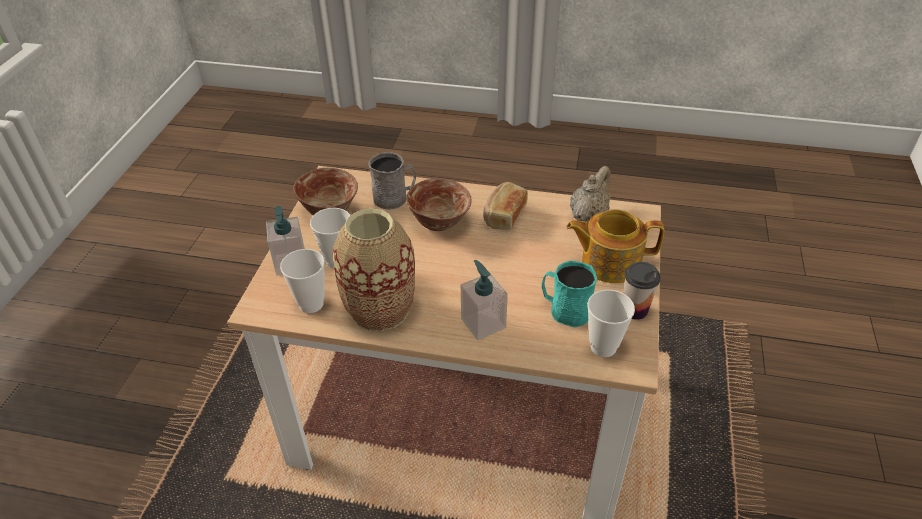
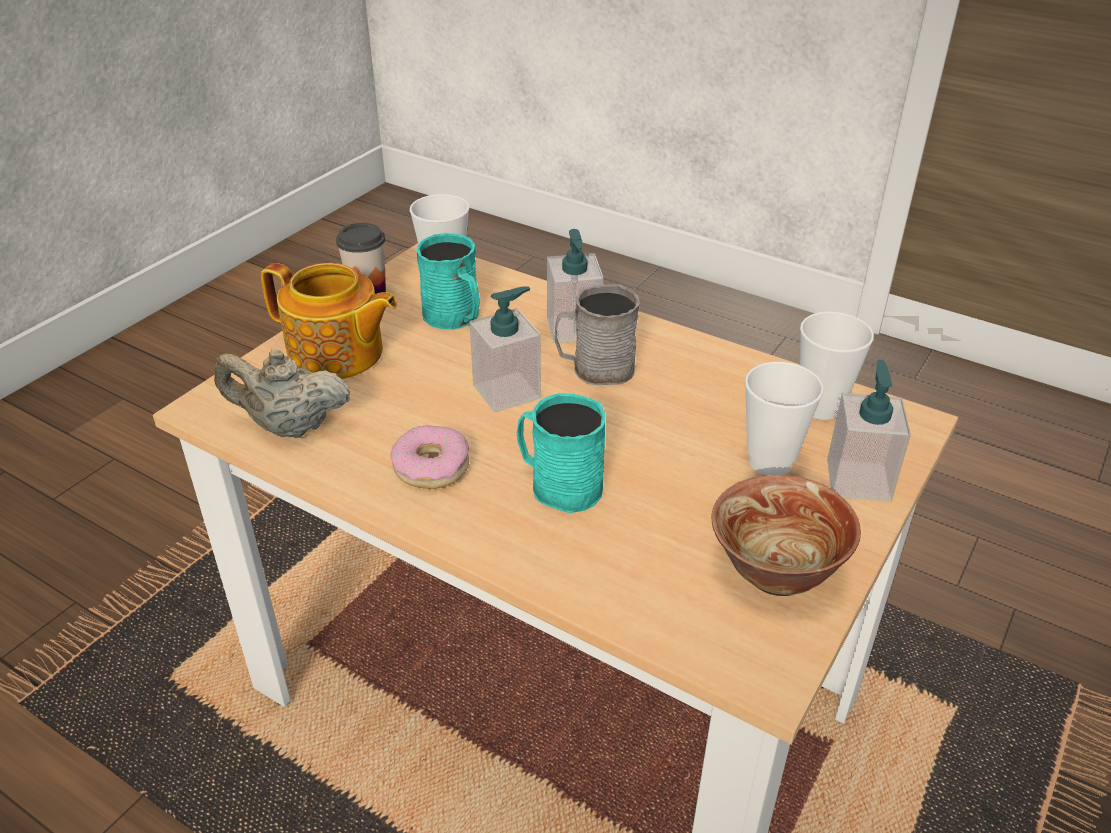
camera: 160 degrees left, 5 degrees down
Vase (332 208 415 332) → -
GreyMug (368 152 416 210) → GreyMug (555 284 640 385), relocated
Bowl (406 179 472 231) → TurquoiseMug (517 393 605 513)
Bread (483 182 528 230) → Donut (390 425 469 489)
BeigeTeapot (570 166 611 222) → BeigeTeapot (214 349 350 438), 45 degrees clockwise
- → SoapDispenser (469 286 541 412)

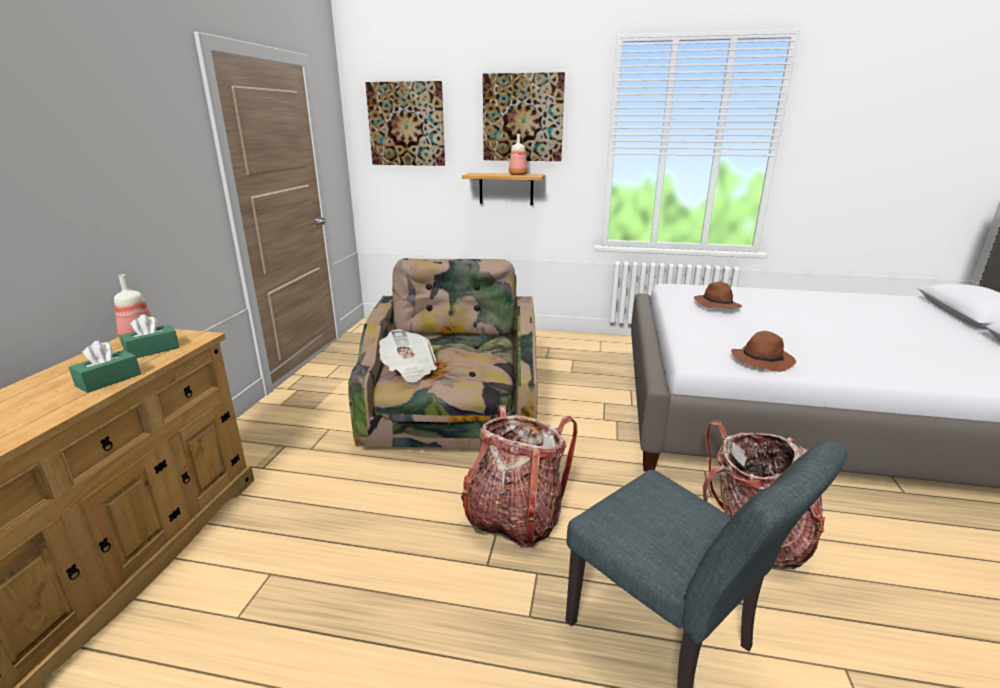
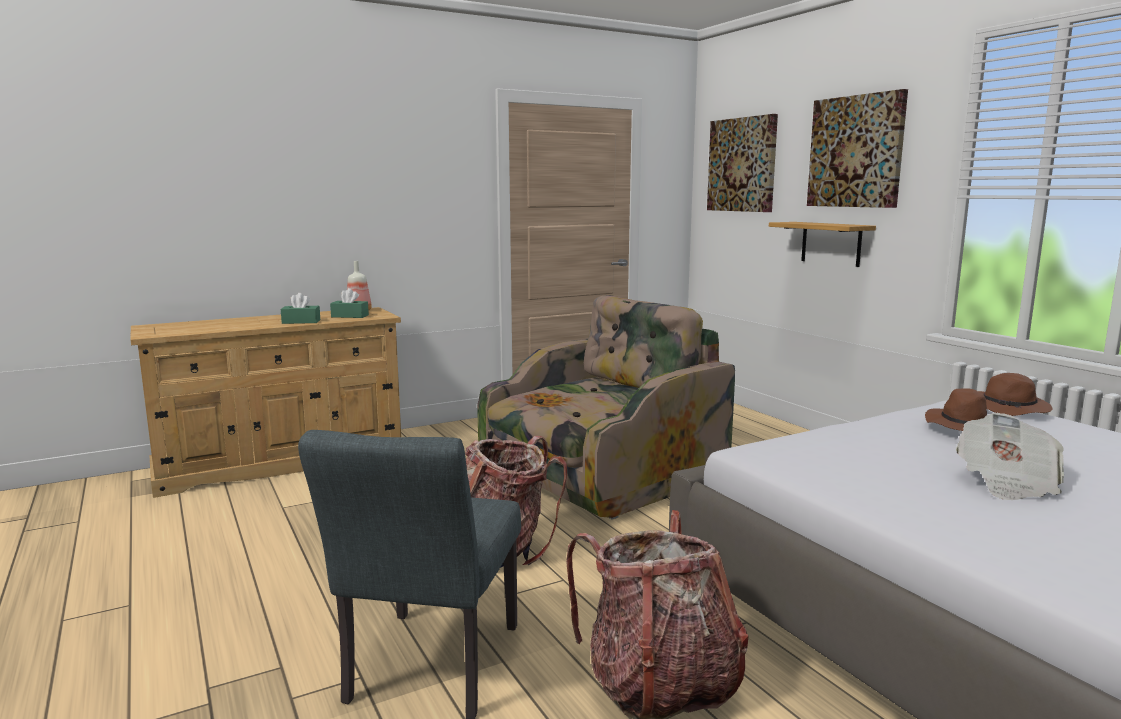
camera: 50 degrees right, 10 degrees down
Newspaper (379 329 437 383) → Newspaper (956 413 1064 500), relocated
Bottle (509 134 528 175) → -
BrownHat (731 331 796 372) → BrownHat (978 373 1053 416), relocated

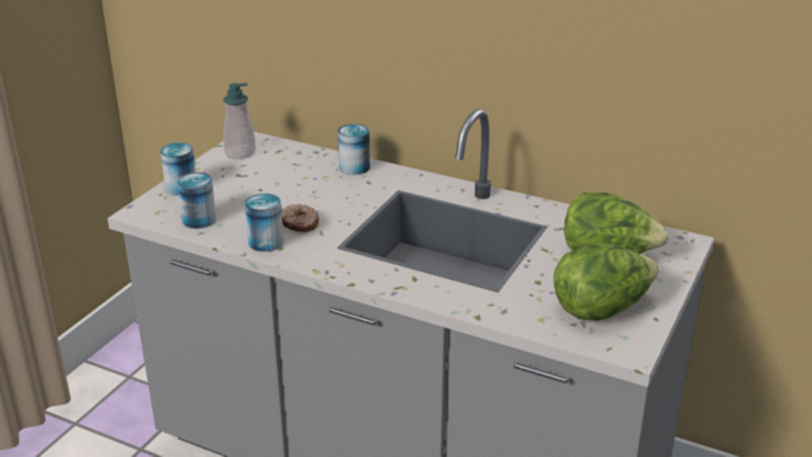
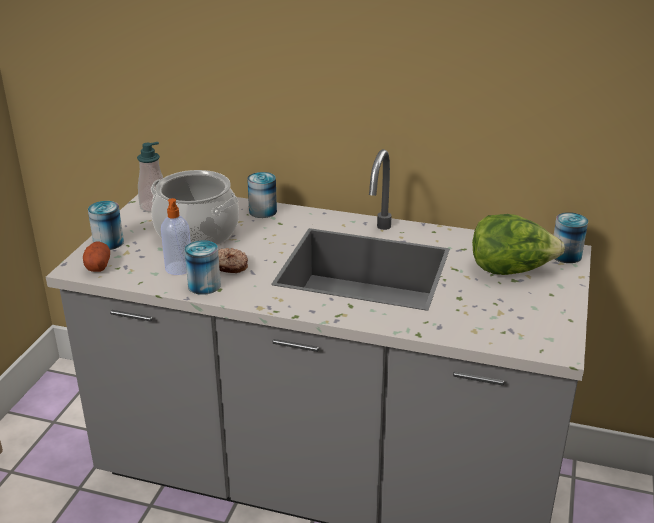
camera: 10 degrees left, 0 degrees up
Can (177 172 216 229) → Can (554 212 588 263), relocated
Lettuce (554 243 659 321) → -
- → Potato (83 242 110 272)
- → CookingPot (151 170 239 245)
- → SoapDispenser (161 198 191 275)

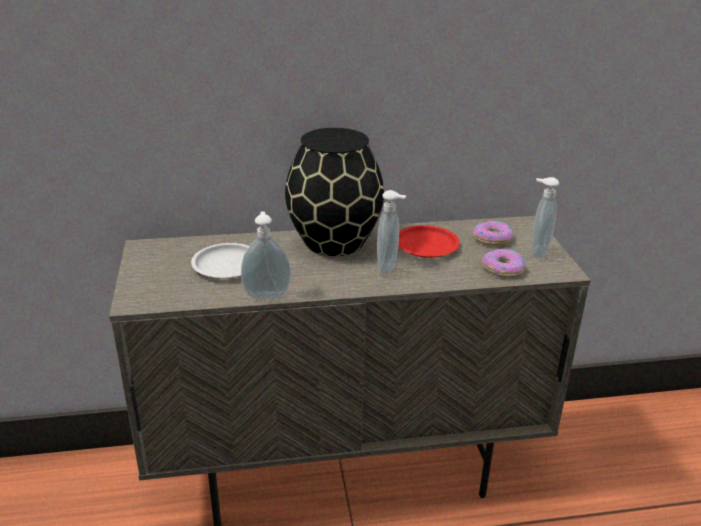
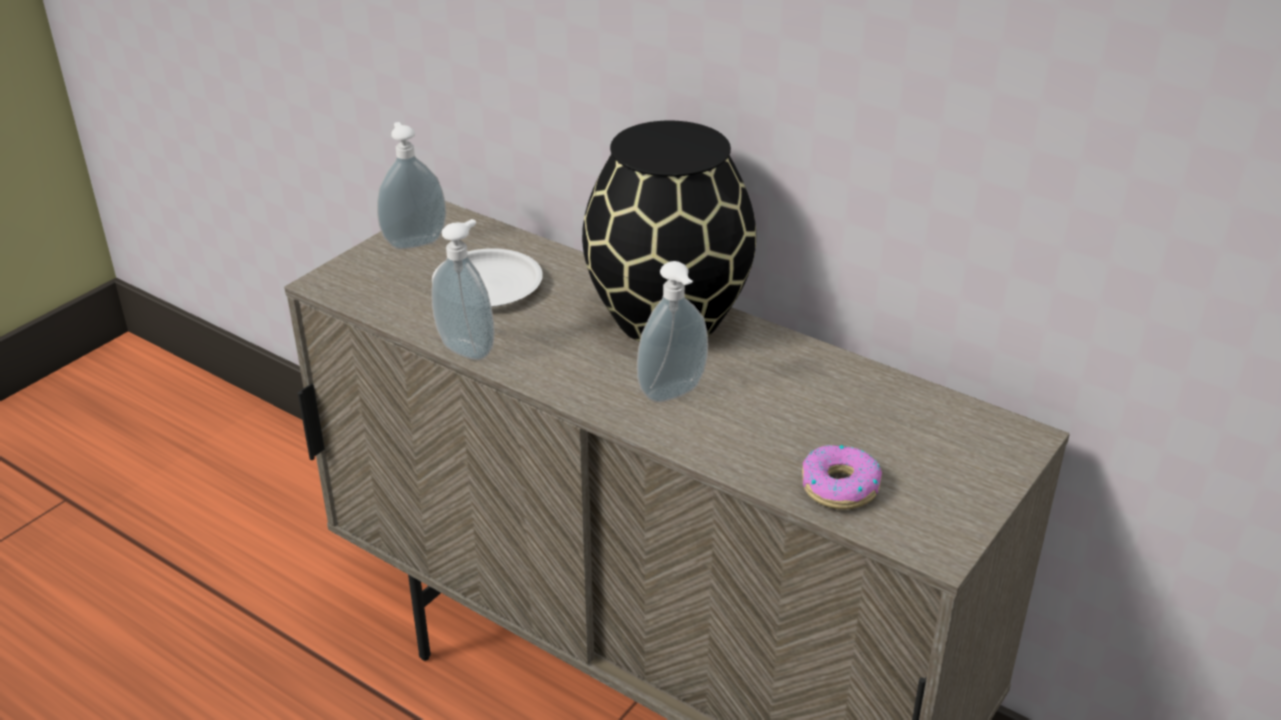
camera: 45 degrees right, 5 degrees up
RedPlate (398 225 460 258) → -
Donut (473 221 513 246) → -
SoapDispenser (532 177 559 258) → SoapDispenser (377 122 446 249), relocated

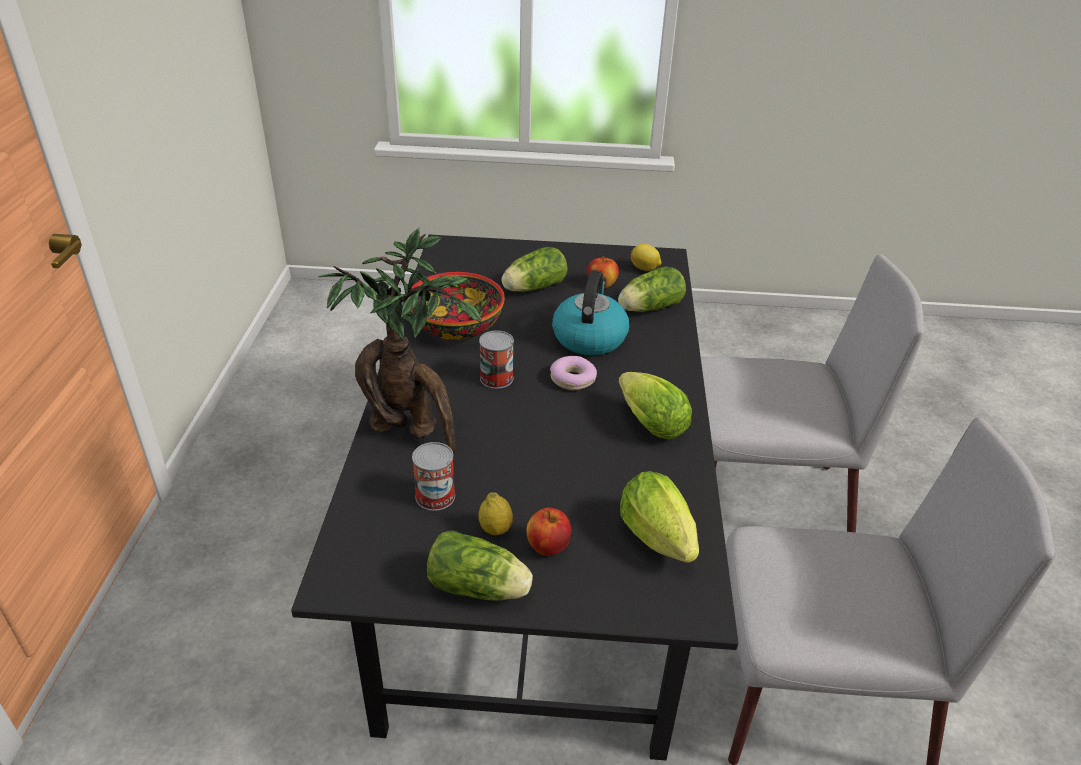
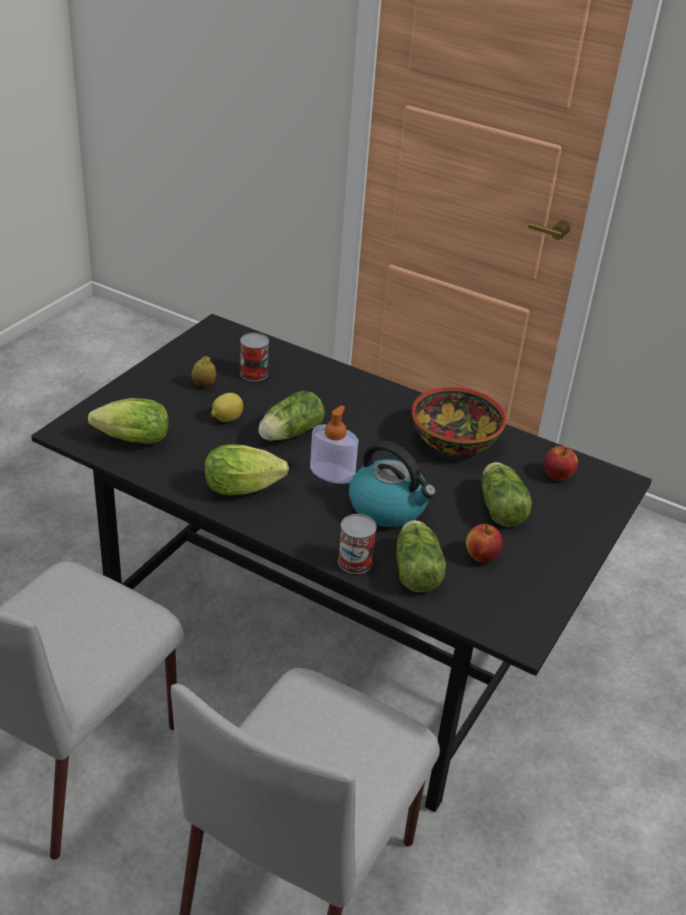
camera: 115 degrees right, 0 degrees up
PottedPlant (318 228 482 453) → -
Lettuce (427 531 533 600) → Lettuce (258 391 325 441), relocated
Can (479 331 514 389) → Can (338 514 377 574), relocated
Apple (527 508 571 556) → Apple (544 446 578 481), relocated
Donut (550 356 597 390) → SoapDispenser (310 405 358 484)
Lemon (631 244 662 271) → Lemon (211 393 243 422), relocated

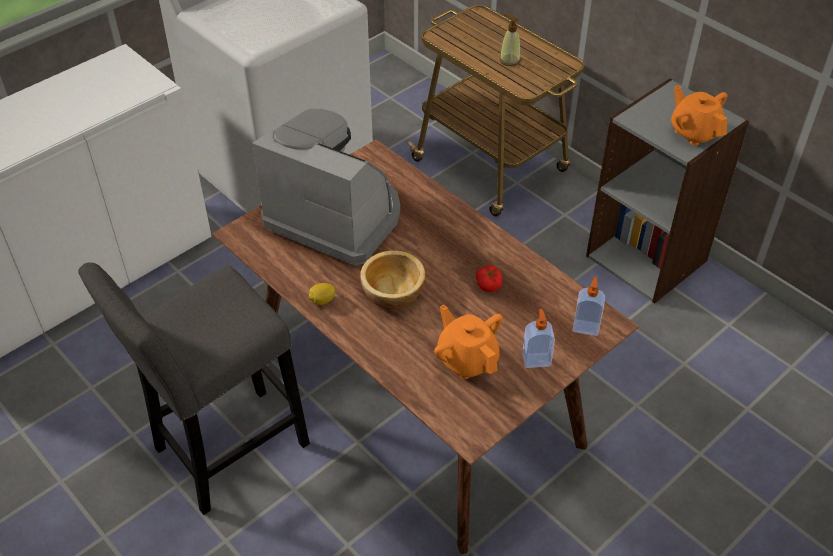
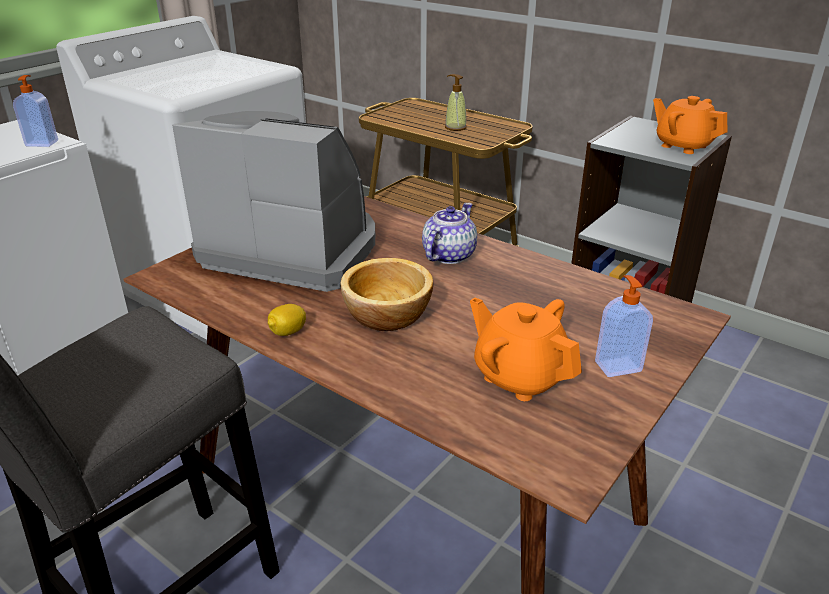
camera: 10 degrees left, 15 degrees down
Tomato (476 265 502 292) → -
SoapDispenser (572 276 605 336) → SoapDispenser (13 75 58 147), relocated
- → Teapot (422 203 477 264)

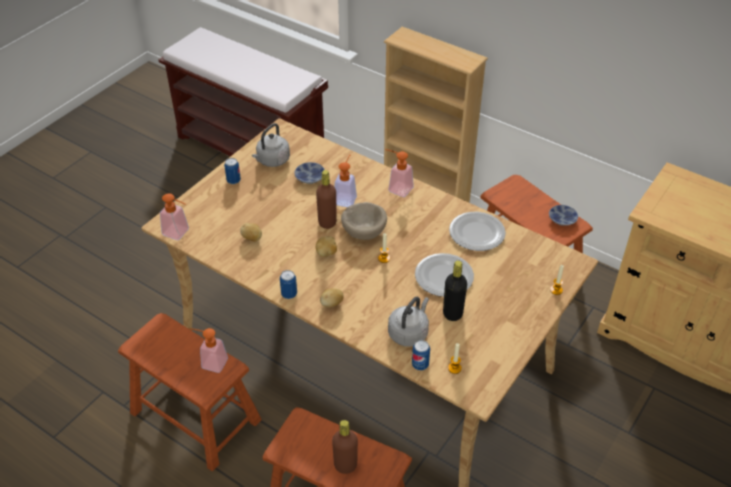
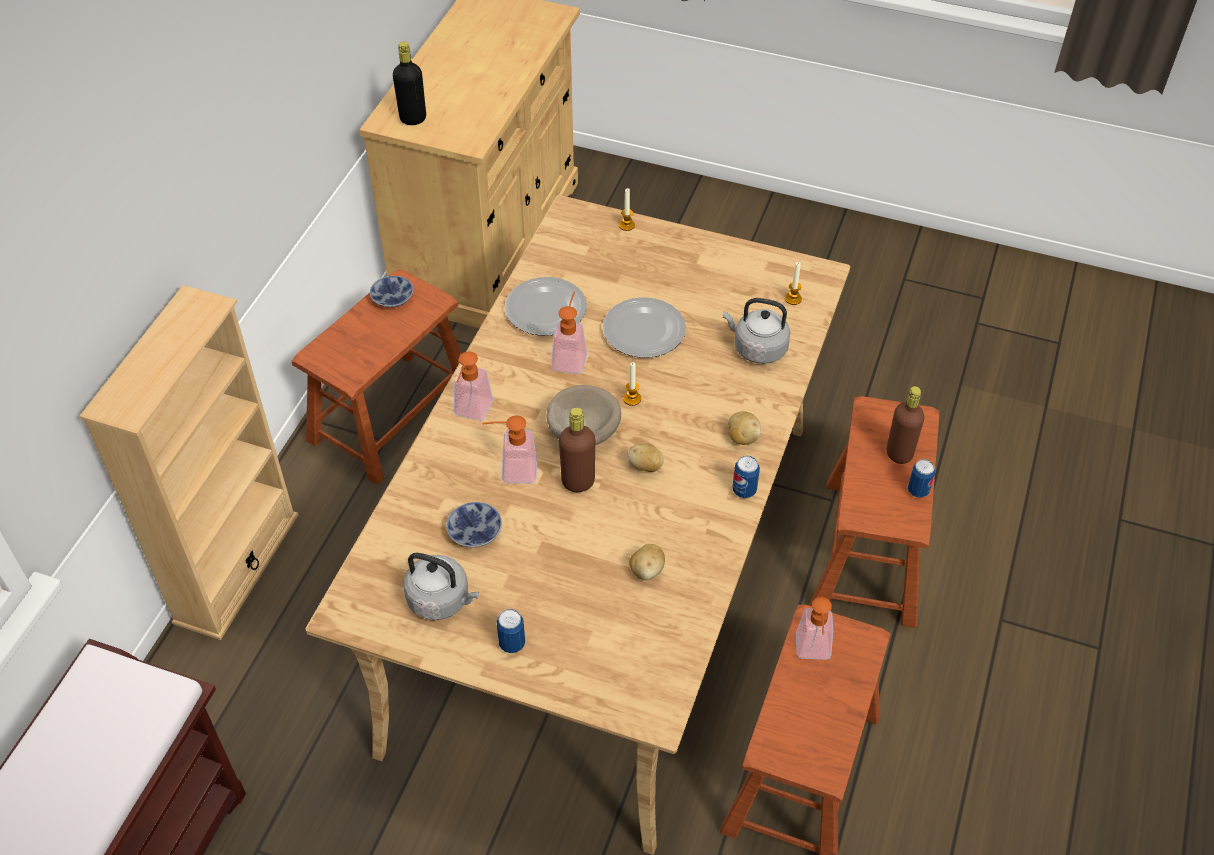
camera: 105 degrees left, 5 degrees up
SoapDispenser (160 193 189 240) → SoapDispenser (551 292 587 374), relocated
Can (412 340 430 370) → Can (908 459 935 498), relocated
BlackBottle (443 260 467 321) → BlackBottle (393 42 426 125), relocated

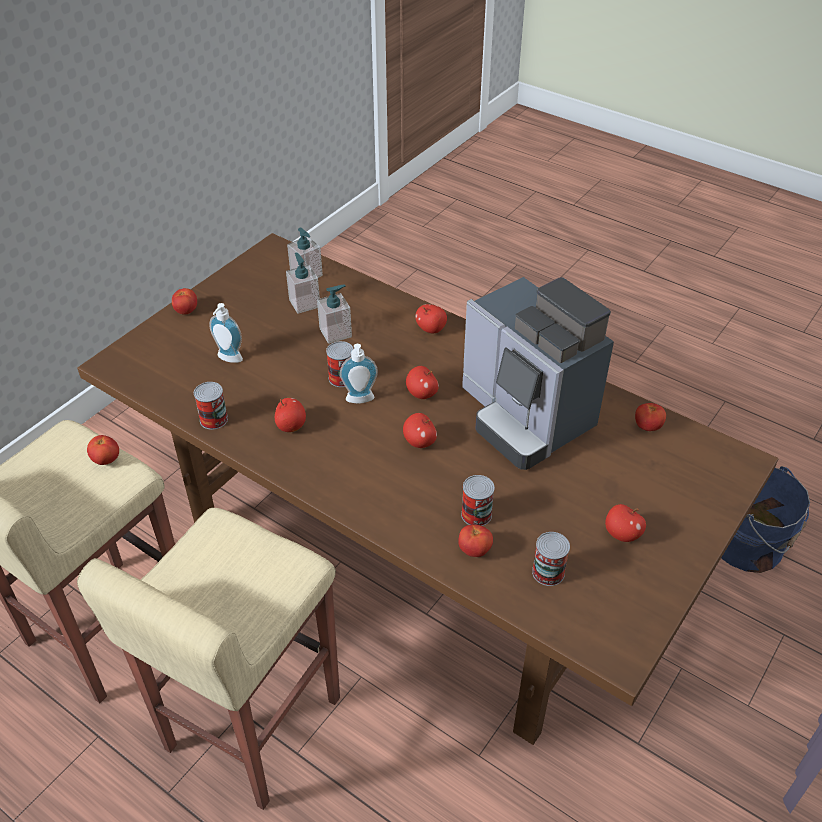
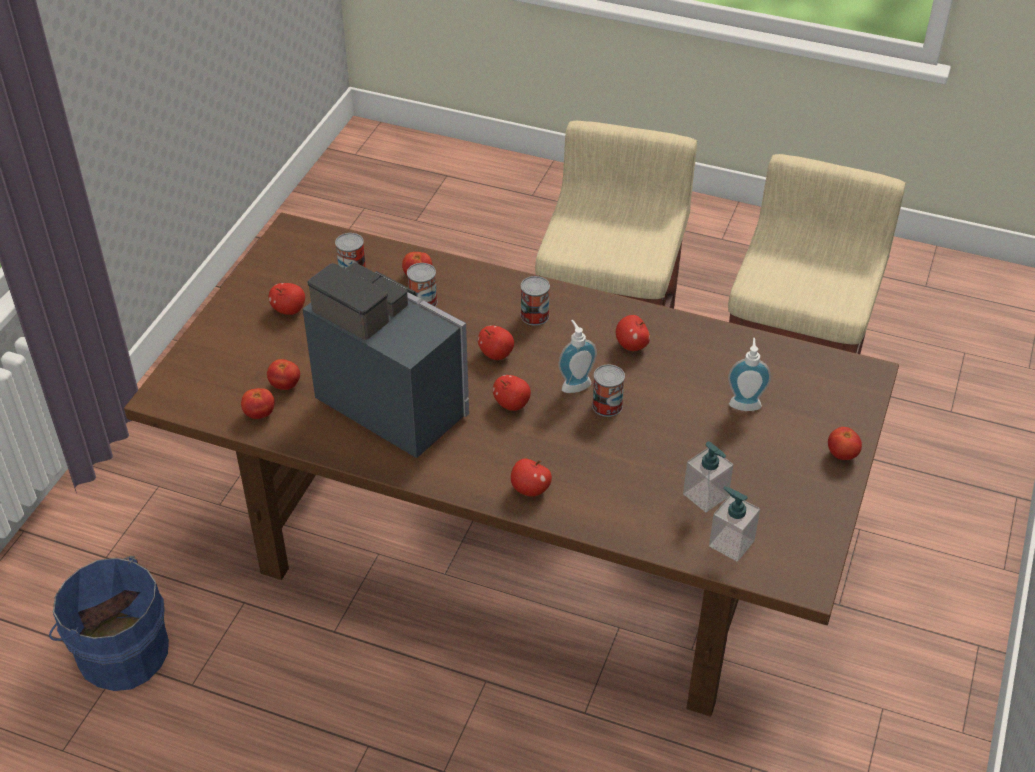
camera: 165 degrees right, 0 degrees up
Tomato (87 435 119 465) → Tomato (267 359 300 390), relocated
Can (194 382 228 430) → Can (521 276 550 326), relocated
SoapDispenser (317 285 352 344) → -

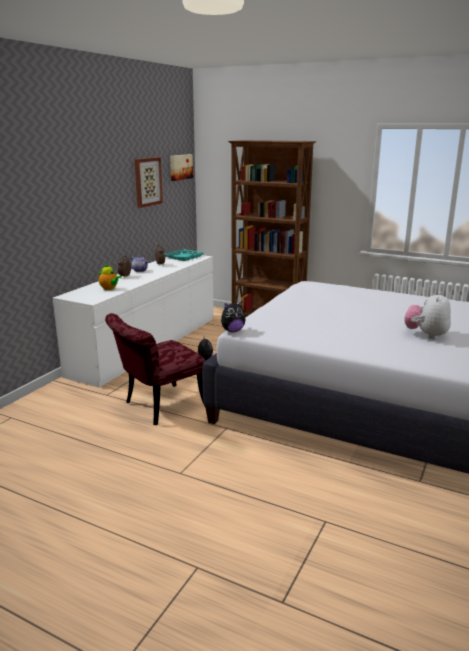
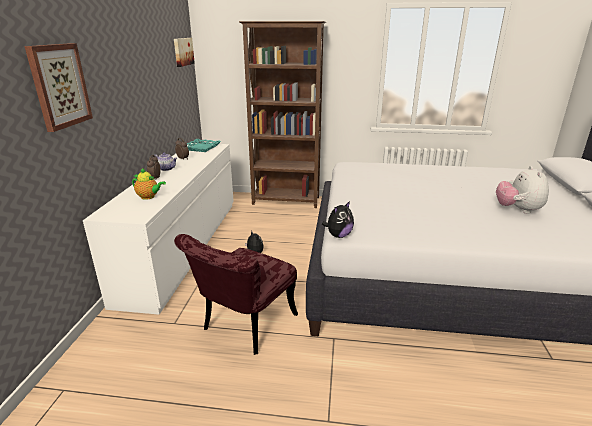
camera: 20 degrees left, 5 degrees up
Picture (134 157 163 208) → Picture (24 43 93 132), relocated

